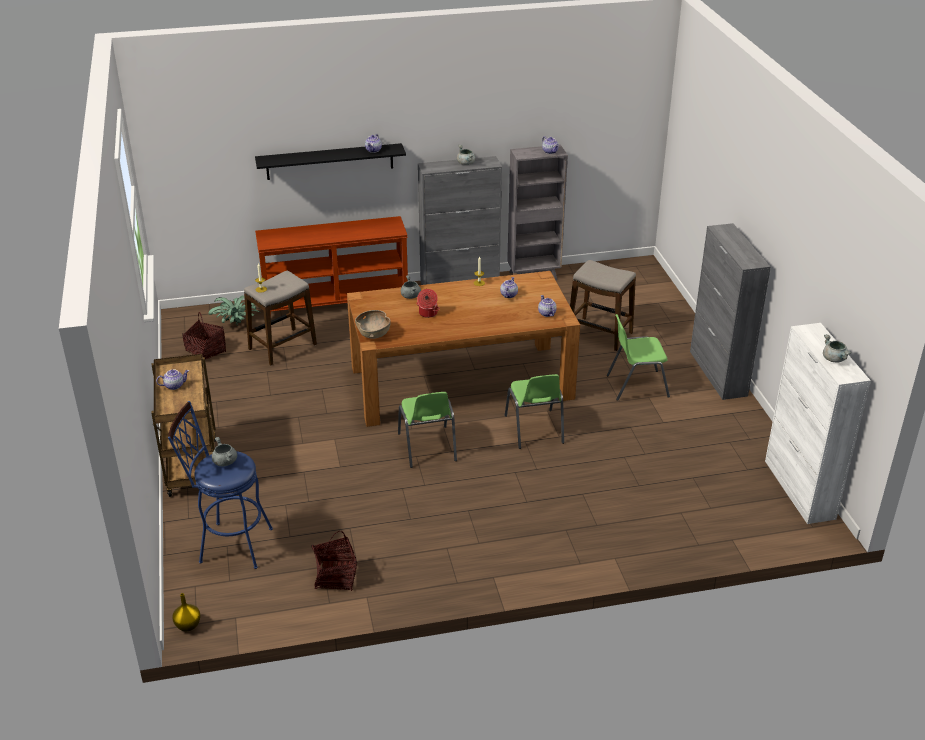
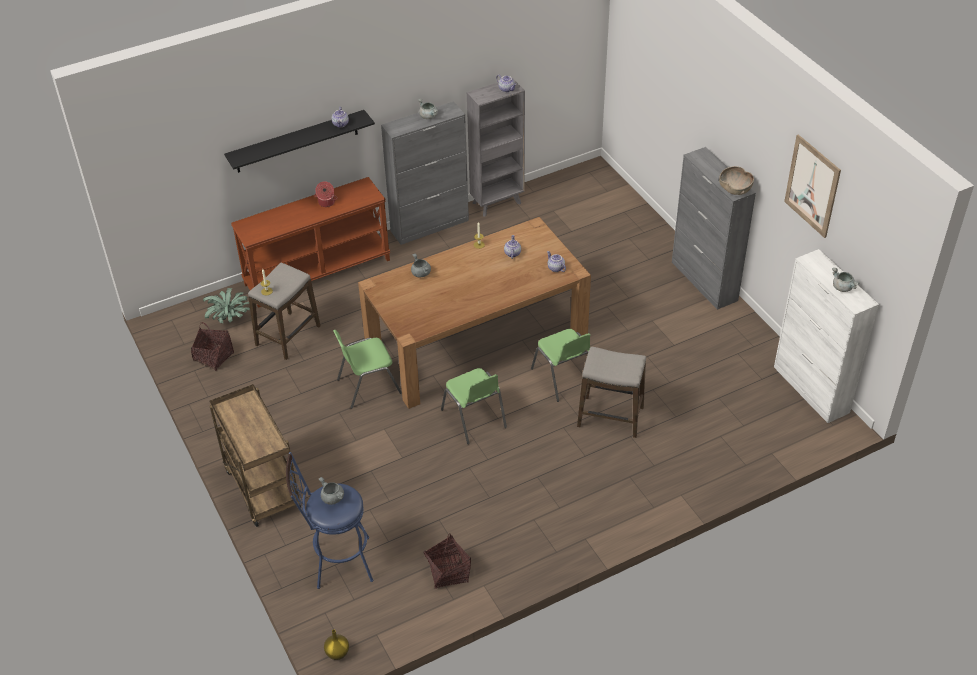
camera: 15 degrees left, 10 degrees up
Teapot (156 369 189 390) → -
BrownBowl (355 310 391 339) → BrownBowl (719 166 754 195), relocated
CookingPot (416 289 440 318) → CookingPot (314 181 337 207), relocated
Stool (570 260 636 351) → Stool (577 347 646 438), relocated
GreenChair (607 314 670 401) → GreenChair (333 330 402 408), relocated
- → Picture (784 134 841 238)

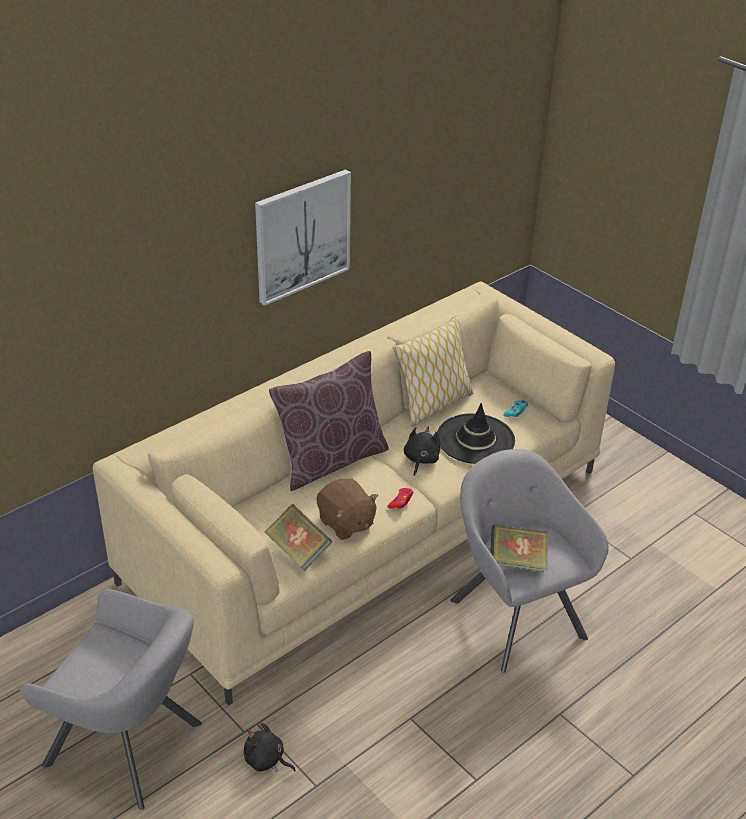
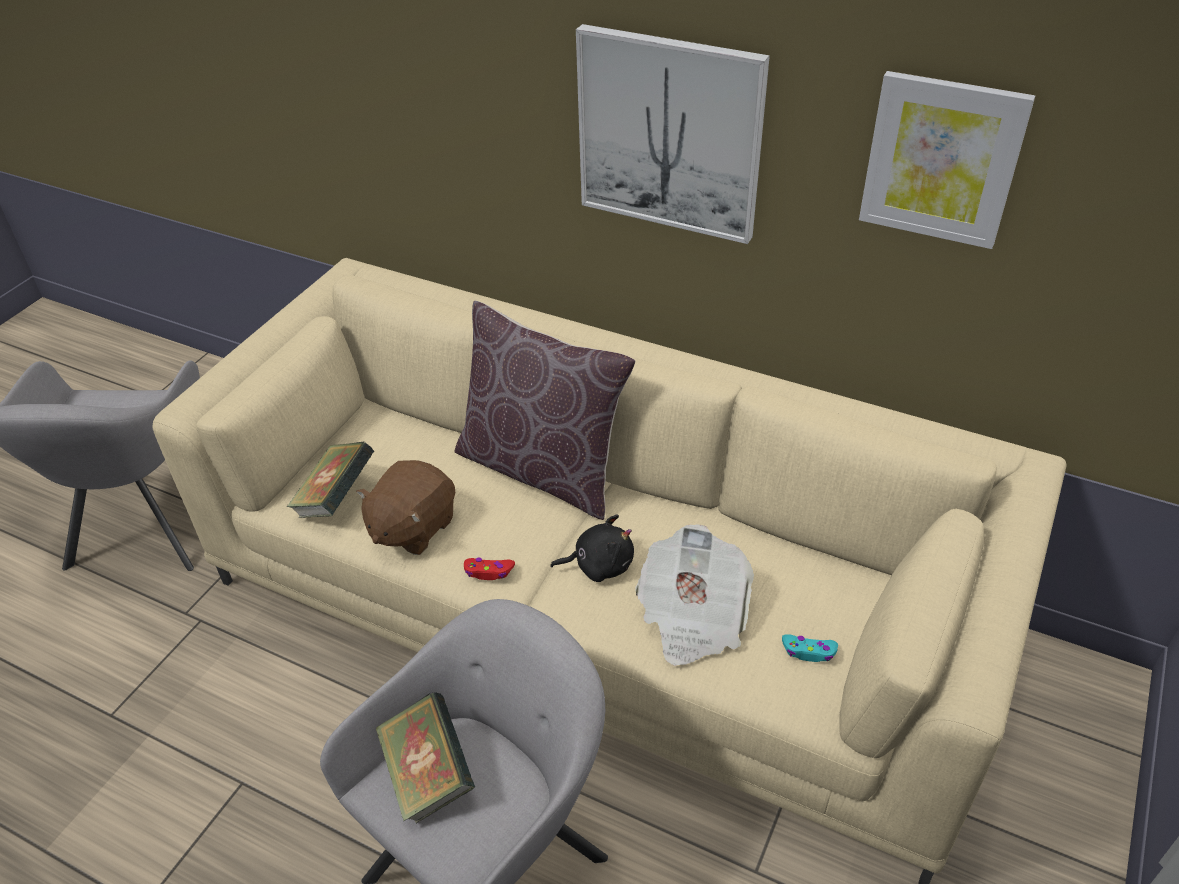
camera: 70 degrees right, 5 degrees up
BlackPlushToy (244 723 296 772) → -
Pillow (393 315 474 427) → -
BlackHat (437 403 515 464) → Newspaper (635 524 754 666)
- → Picture (859 71 1035 249)

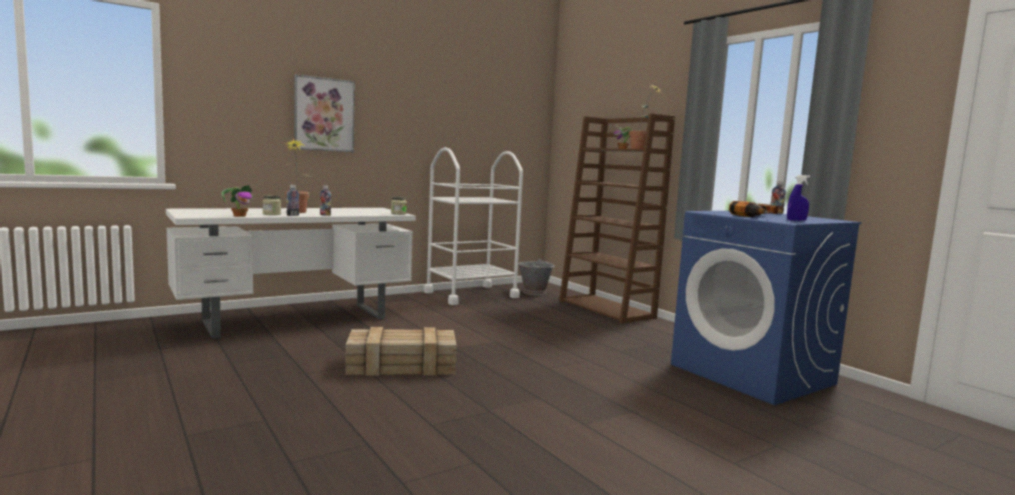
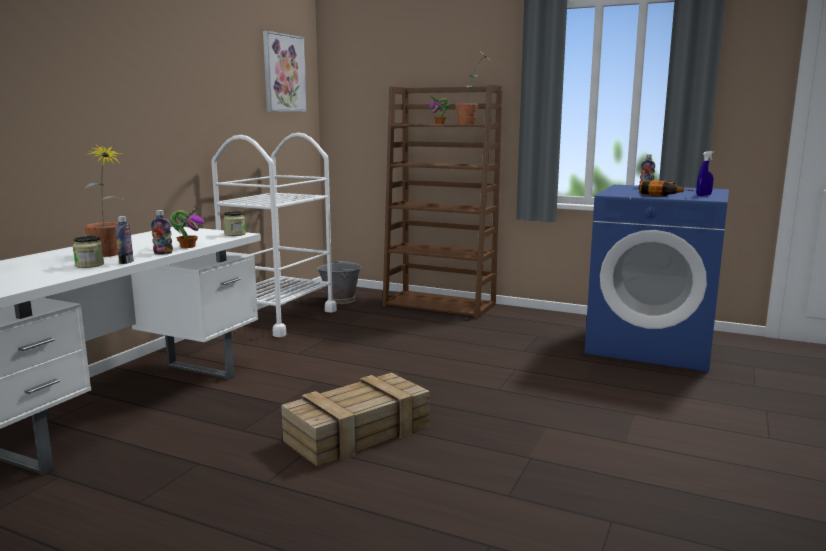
camera: 30 degrees left, 5 degrees up
PottedPlant (221 185 253 217) → PottedPlant (170 206 204 248), relocated
Picture (294 74 355 152) → Picture (263 31 307 112), relocated

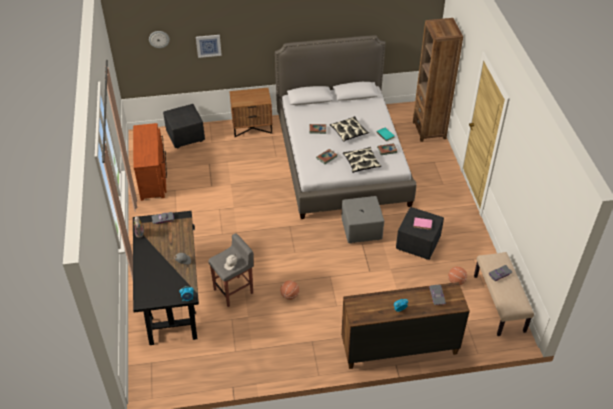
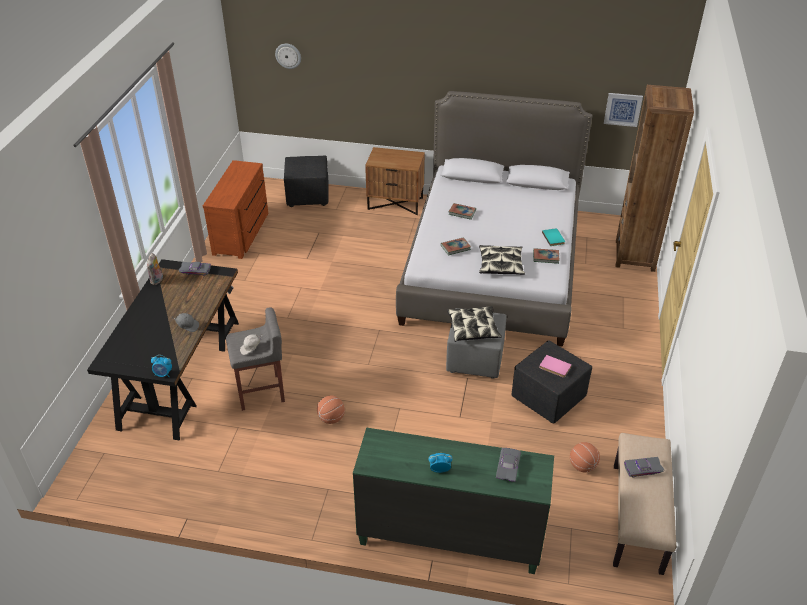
camera: 20 degrees right, 5 degrees down
Picture (196 35 222 58) → Picture (604 93 643 127), relocated
Pillow (330 116 369 142) → Pillow (447 306 502 342), relocated
BrownDresser (341 282 470 369) → GreenDresser (353 428 554 574)

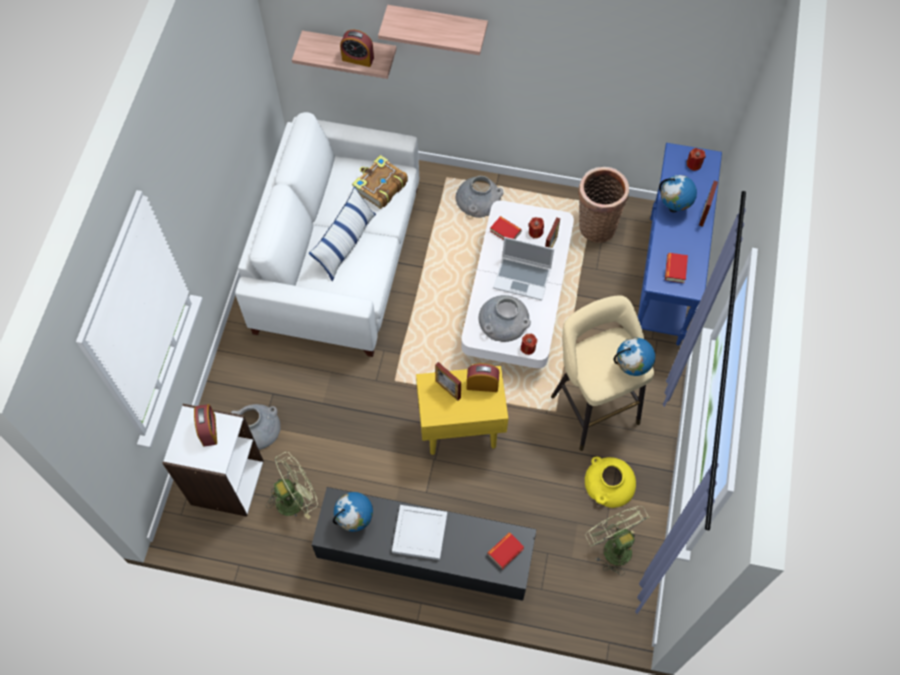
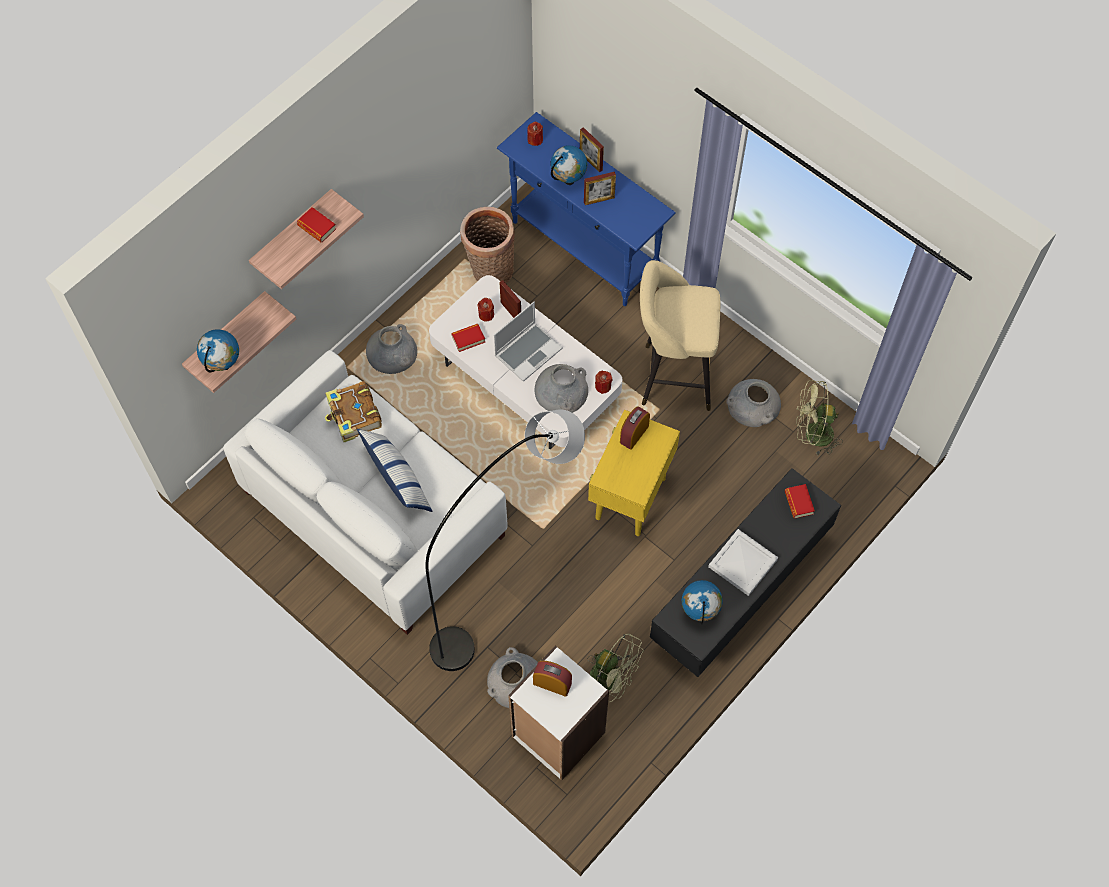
camera: 60 degrees left, 0 degrees up
GreenFan (266 452 318 520) → GreenFan (587 634 643 702), 120 degrees clockwise
AlarmClock (340 30 374 67) → -
PictureFrame (435 362 461 400) → PictureFrame (584 172 616 205), relocated
YellowVase (585 456 636 508) → GreyVase (726 379 781 427)
Globe (614 338 655 376) → Globe (197 329 239 372), relocated
Book (665 253 688 283) → Book (297 207 336 242), relocated
- → GreyFloorLamp (426 409 585 671)

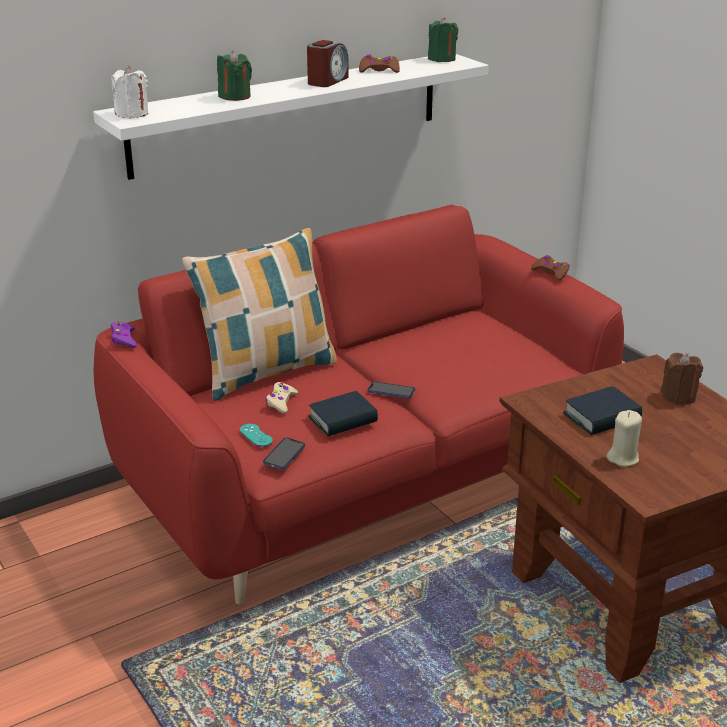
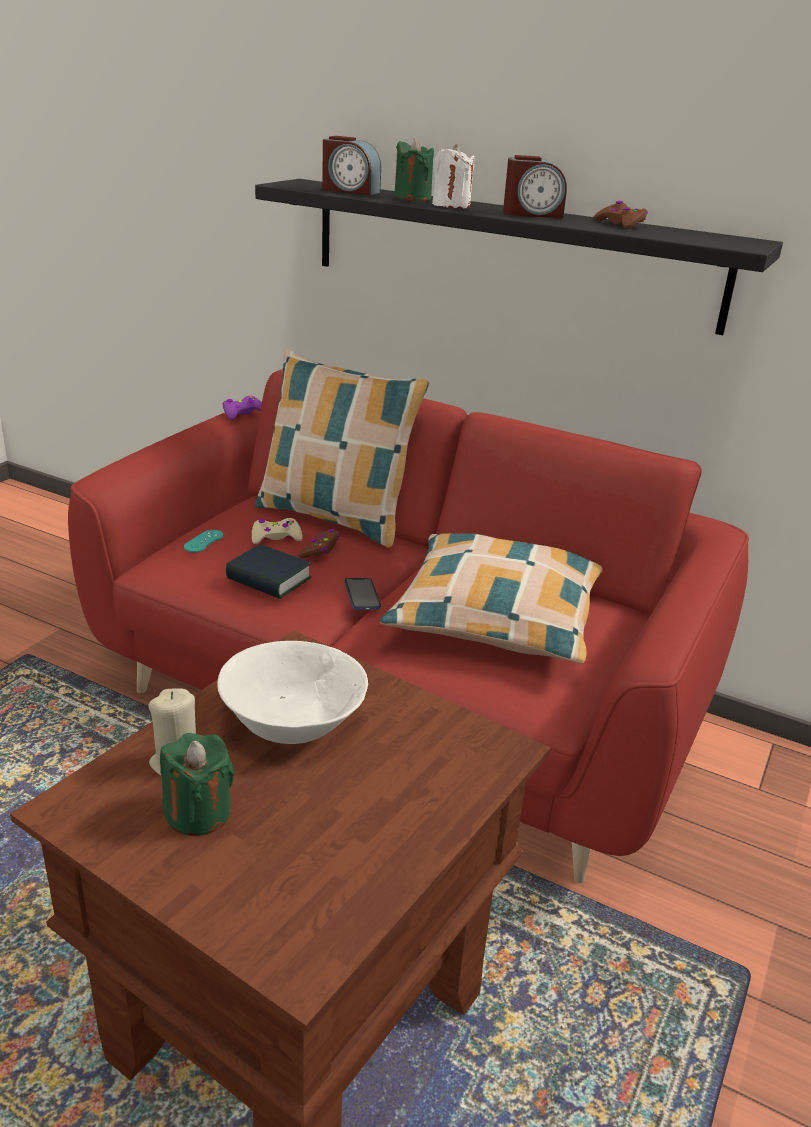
camera: 60 degrees right, 0 degrees up
WhiteShelf (93 54 489 180) → BlackShelf (255 179 783 335)
WhiteCandle (111 65 148 119) → WhiteCandle (432 144 475 209), relocated
Phone (263 437 305 470) → -
GreenCandle (428 17 458 62) → GreenCandle (160 733 234 836), relocated
BrownGameController (531 255 570 280) → BrownGameController (298 529 340 558), relocated
Book (563 386 642 435) → WhiteBowl (217 641 368 744)
BrownCandle (661 353 703 405) → -
- → AlarmClock (322 136 381 195)
- → Pillow (380 533 603 664)

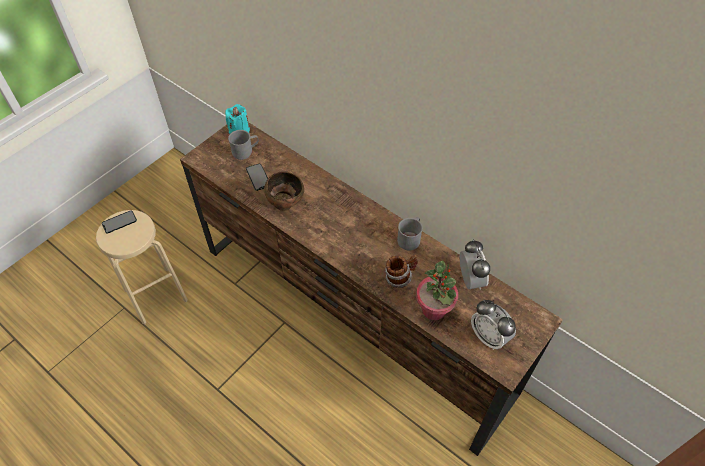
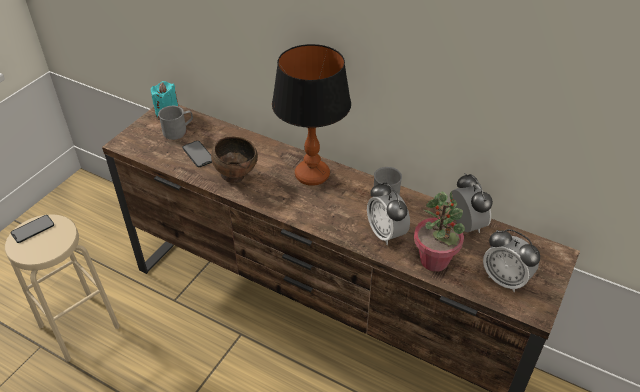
camera: 10 degrees left, 10 degrees down
Mug (385 254 418 288) → AlarmClock (367 182 410 245)
- → TableLamp (272 44 351 186)

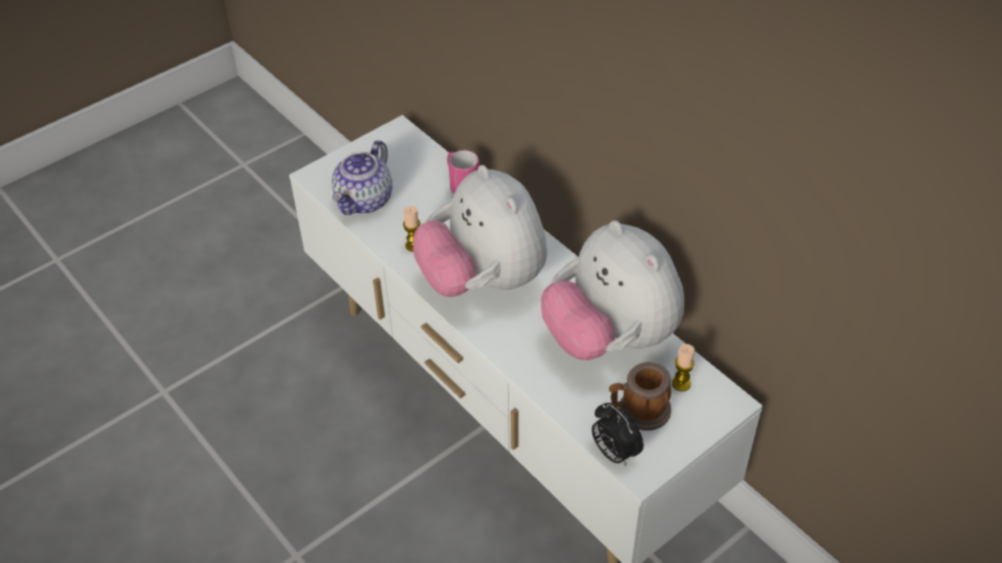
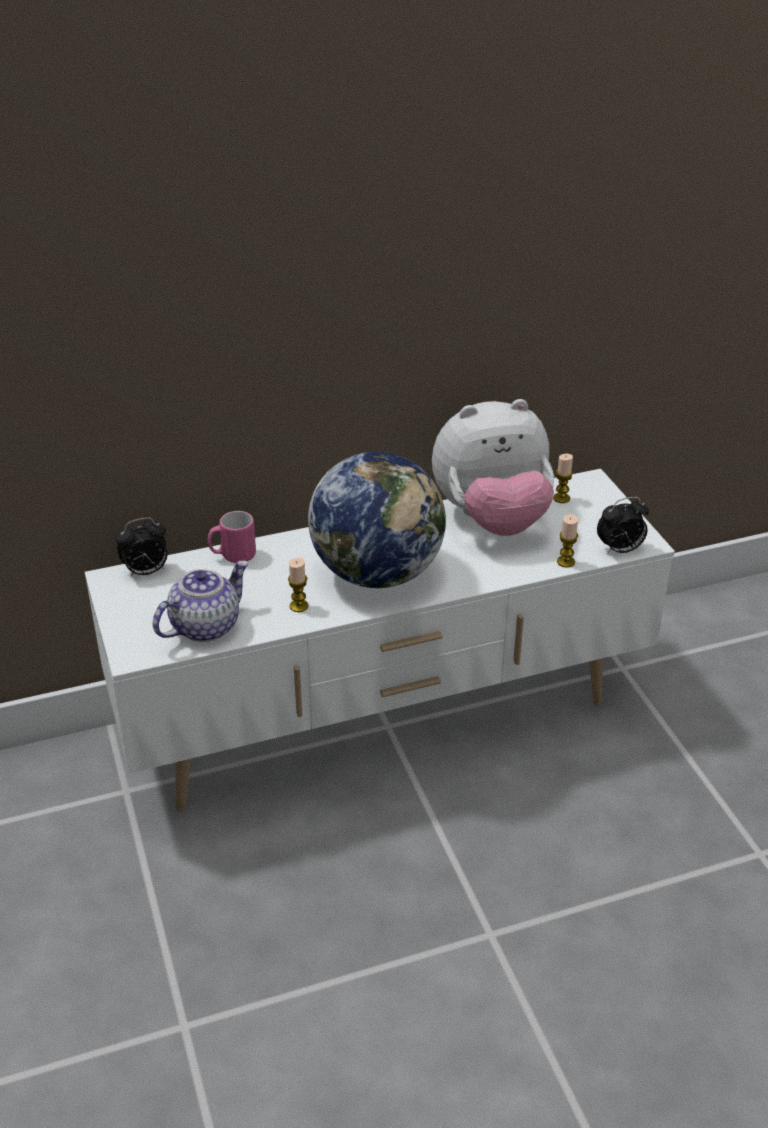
camera: 70 degrees left, 10 degrees down
Teapot (332 140 392 215) → Teapot (153 560 249 642), 90 degrees counterclockwise
PlushToy (413 165 547 297) → Globe (308 452 446 588)
Mug (609 362 671 431) → -
- → AlarmClock (116 517 167 577)
- → Candle (557 514 578 567)

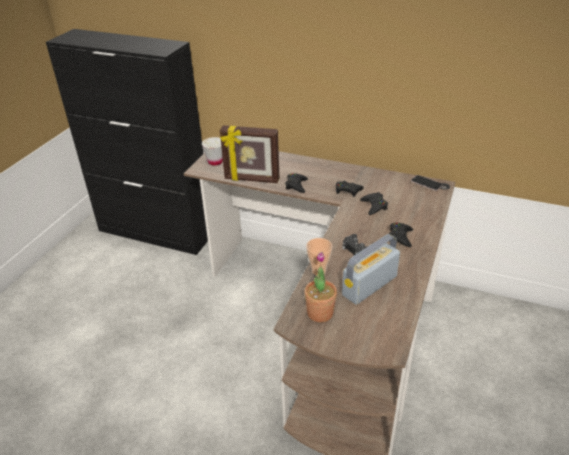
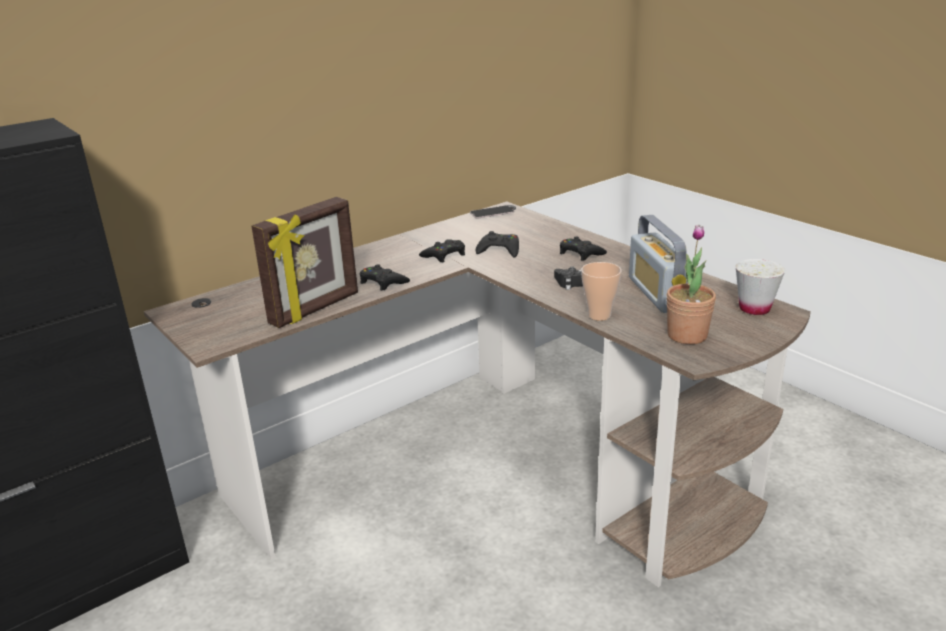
camera: 60 degrees left, 10 degrees down
WhiteCup (202 137 223 166) → WhiteCup (736 259 785 315), relocated

